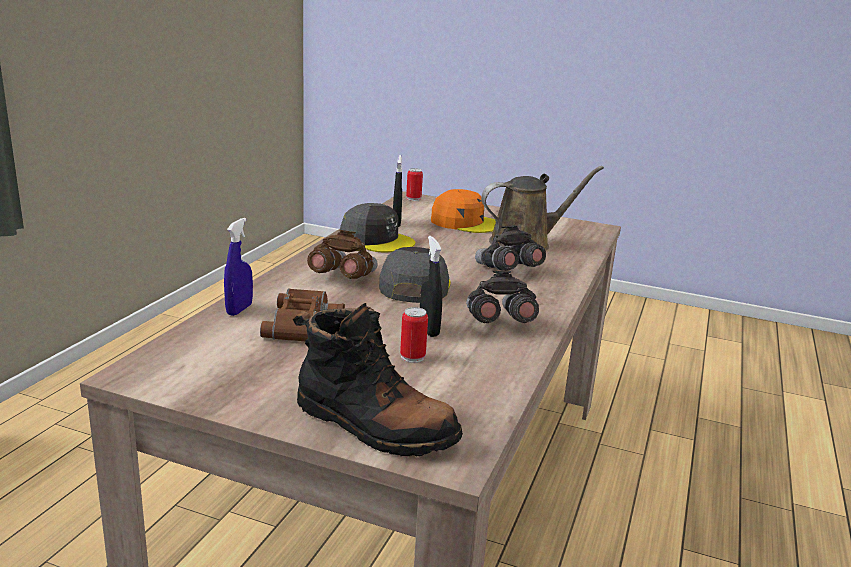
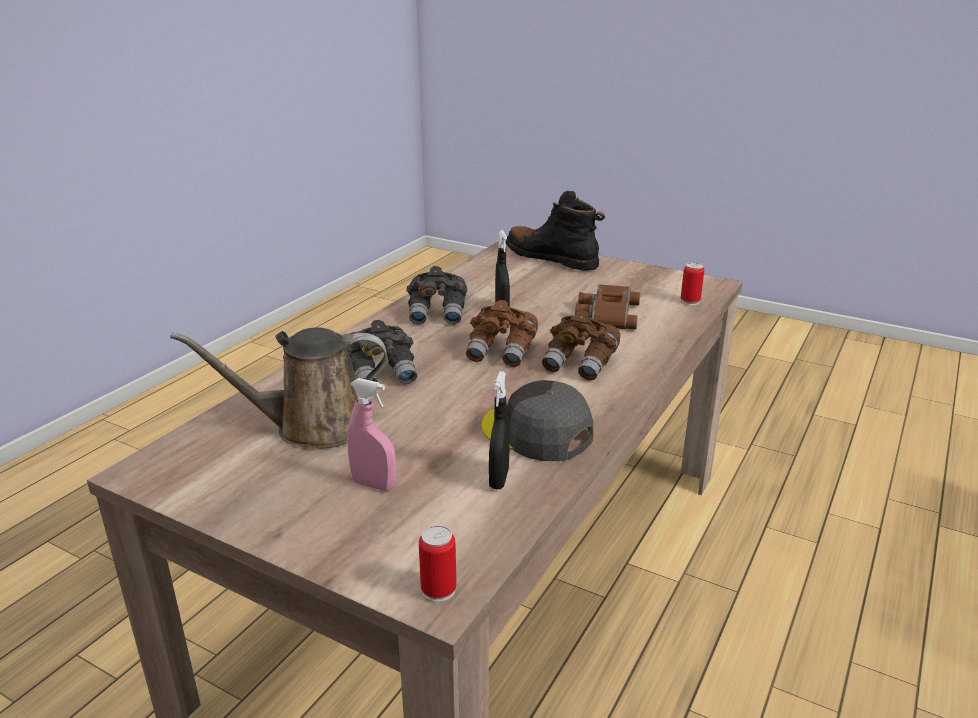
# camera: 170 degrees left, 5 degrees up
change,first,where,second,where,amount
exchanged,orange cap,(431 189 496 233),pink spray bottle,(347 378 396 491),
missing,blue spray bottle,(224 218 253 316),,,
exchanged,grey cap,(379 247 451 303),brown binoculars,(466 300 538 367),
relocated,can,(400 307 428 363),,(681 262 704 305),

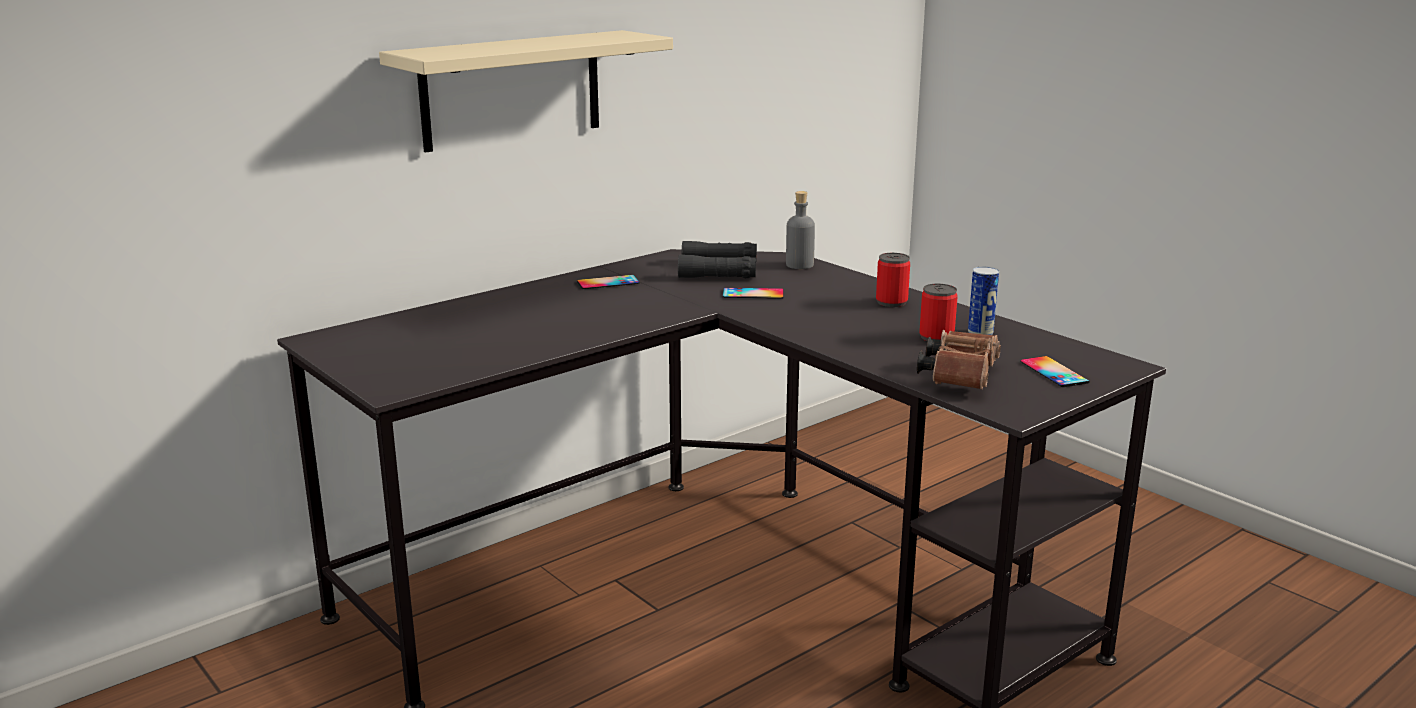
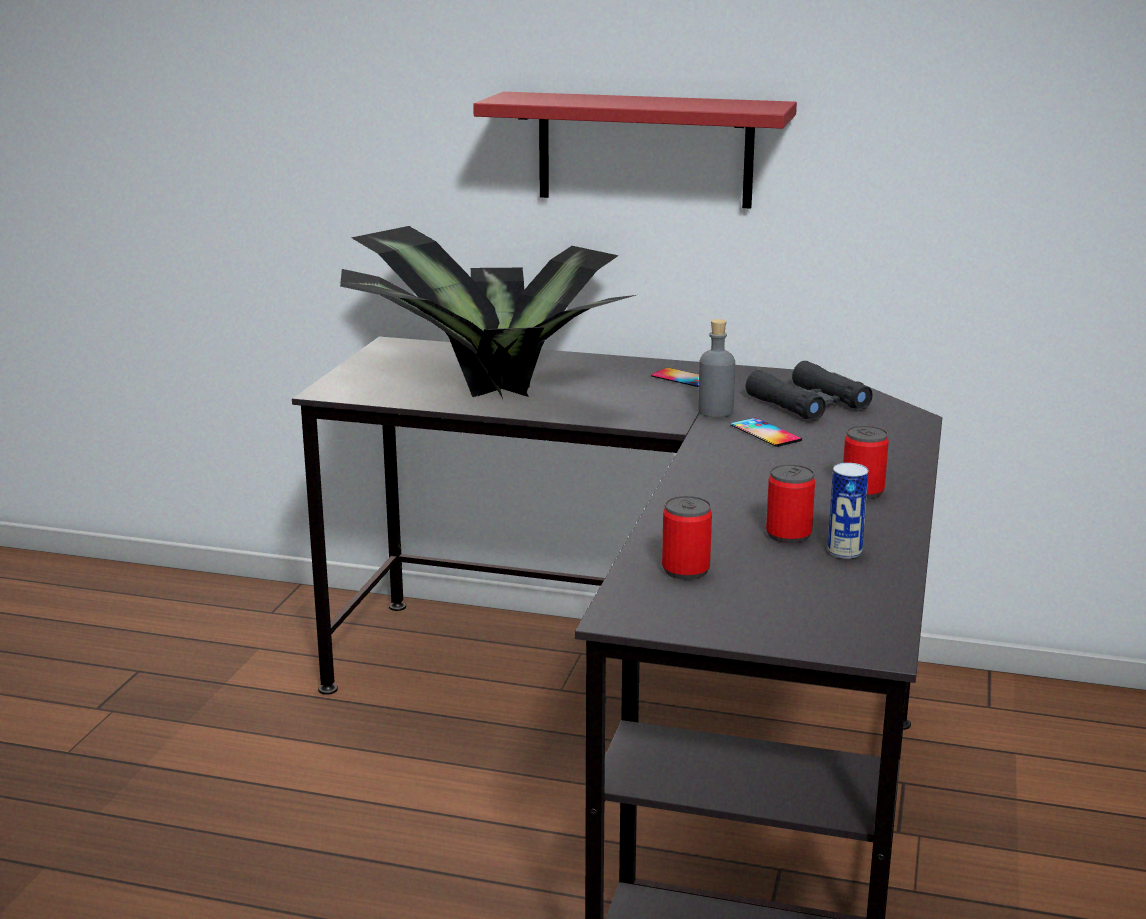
# camera: 55 degrees right, 0 degrees up
change,first,where,second,where,amount
colour,beige shelf,(379 30 673 153),red shelf,(473 92 797 209),
relocated,grey bottle,(786 191 815 269),,(698 319 735 418),
exchanged,brown binoculars,(917 330 1001 389),can,(662 496 712 580),
missing,phone,(1021 356 1090 387),,,
appeared,,,potted plant,(340 226 636 399),

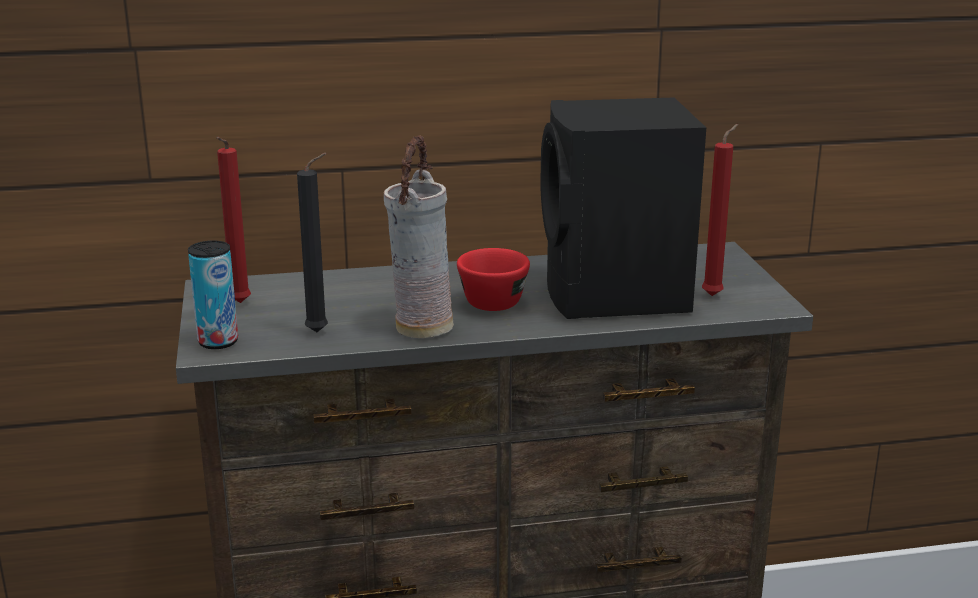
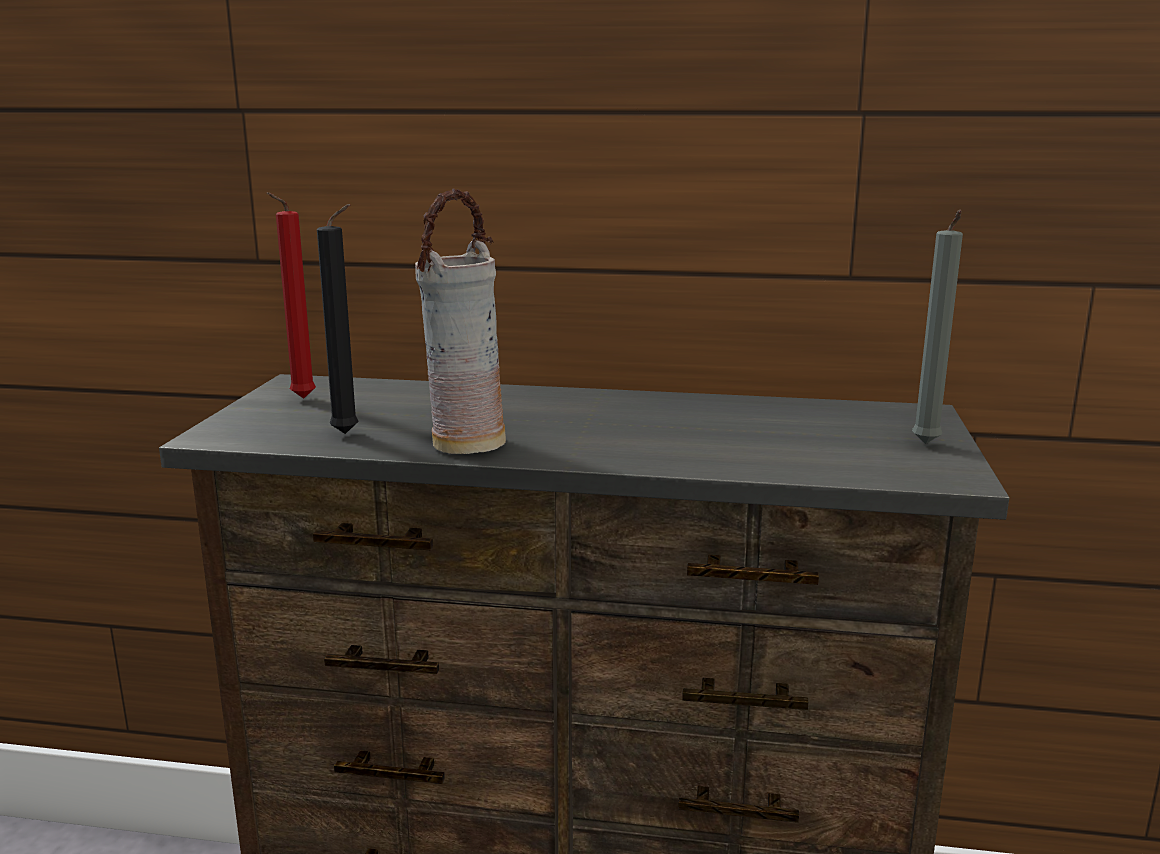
# camera: 20 degrees right, 5 degrees down
change,first,where,second,where,amount
missing,black speaker,(540 97 706 319),,,
missing,red candle,(702 124 738 296),,,
missing,can,(188 241 238 349),,,
missing,red cup,(457 248 530 311),,,
appeared,,,grey candle,(912 210 963 444),

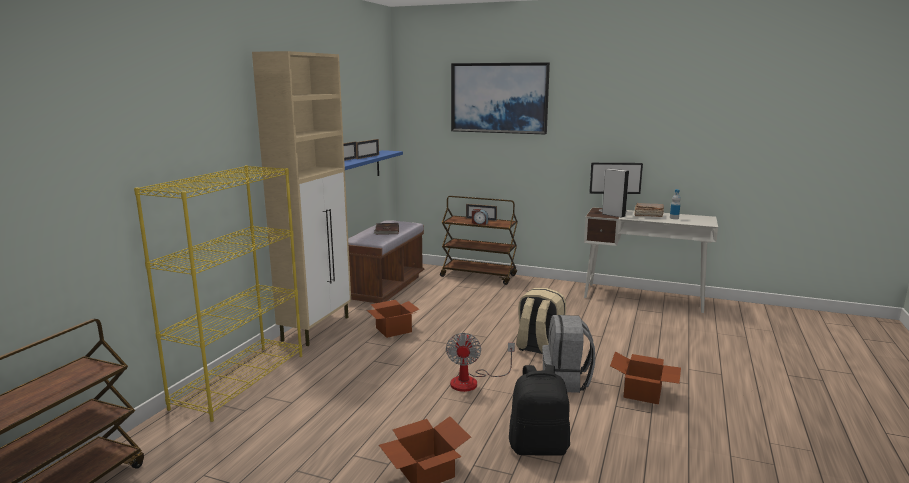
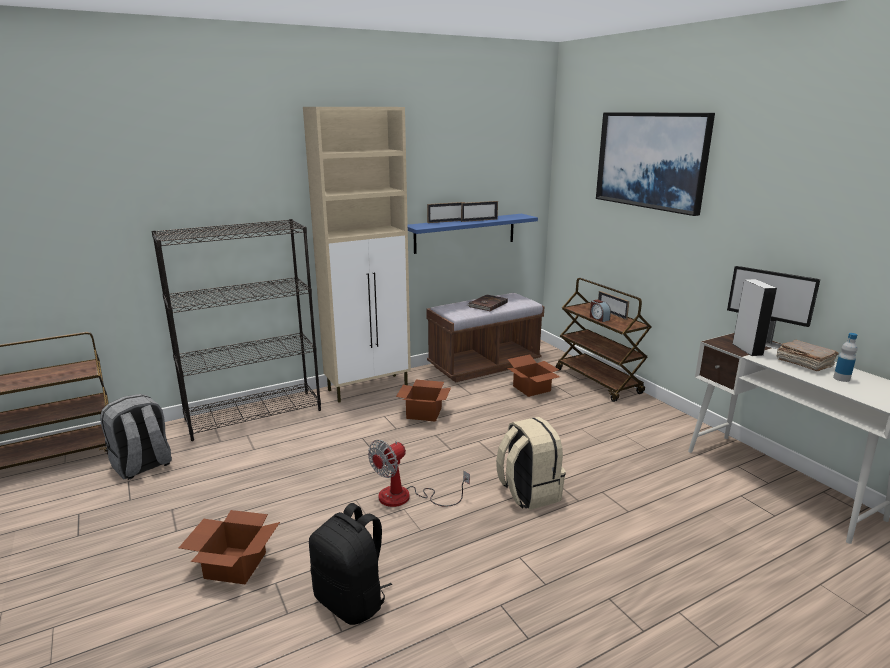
# camera: 40 degrees right, 5 degrees up
change,first,where,second,where,amount
colour,yellow bookcase,(134 165 302 422),black bookcase,(152 219 321 441),
relocated,grey backpack,(542 315 595 393),,(100 394 172 480),
relocated,cardboard box,(610 352 681 404),,(507 355 560 397),

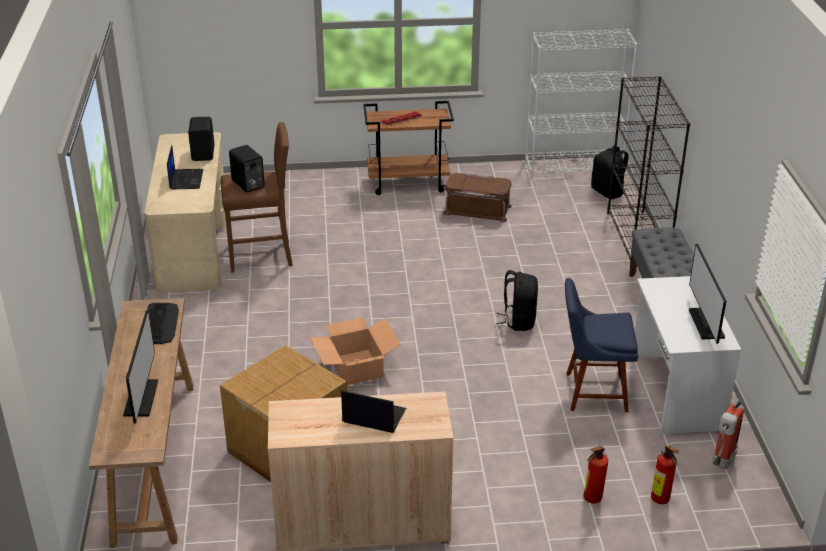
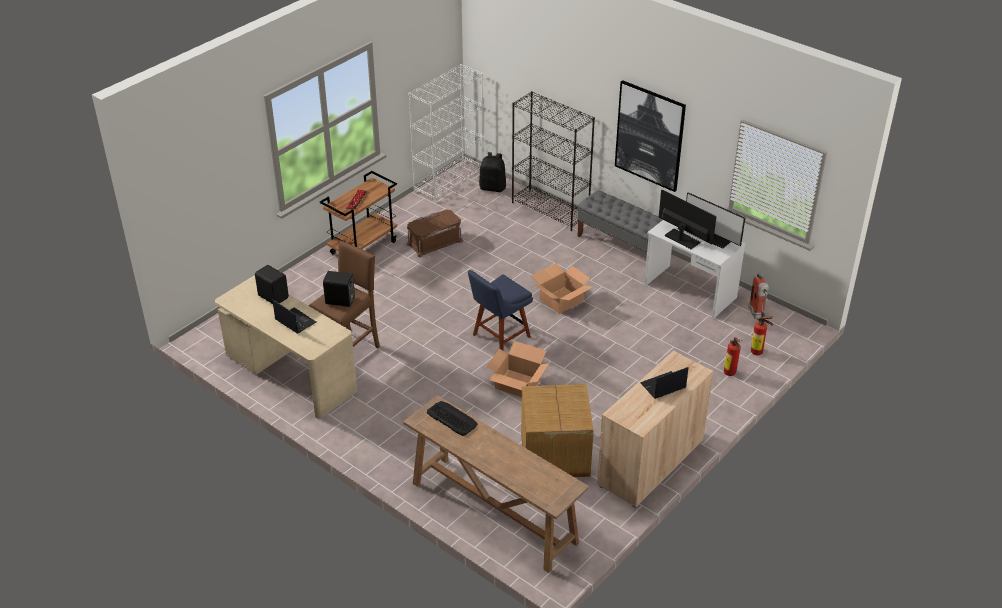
# camera: 45 degrees left, 5 degrees up
change,first,where,second,where,amount
exchanged,black backpack,(496 270 538 331),cardboard box,(532 263 593 314),
relocated,blue chair,(565 278 638 412),,(468 270 533 351),
relocated,monitor,(123 310 158 423),,(659 190 717 249),
appeared,,,picture,(615 80 686 192),

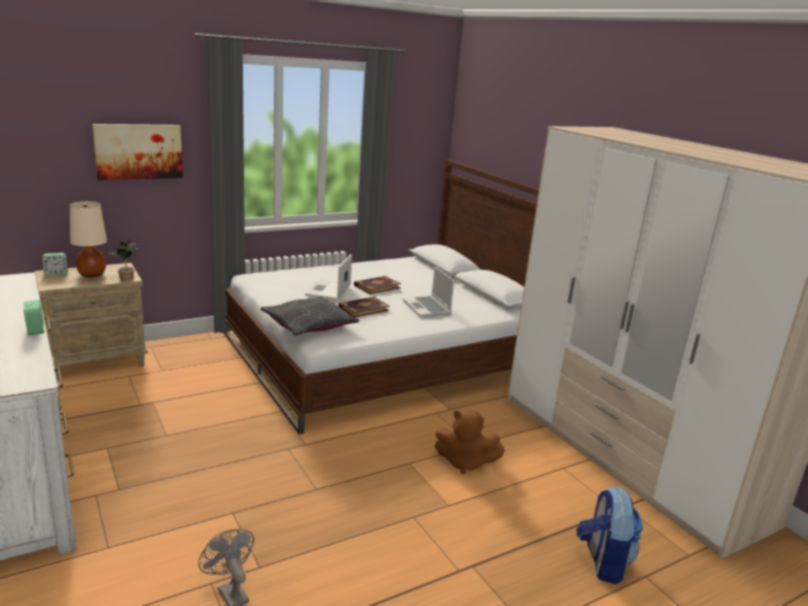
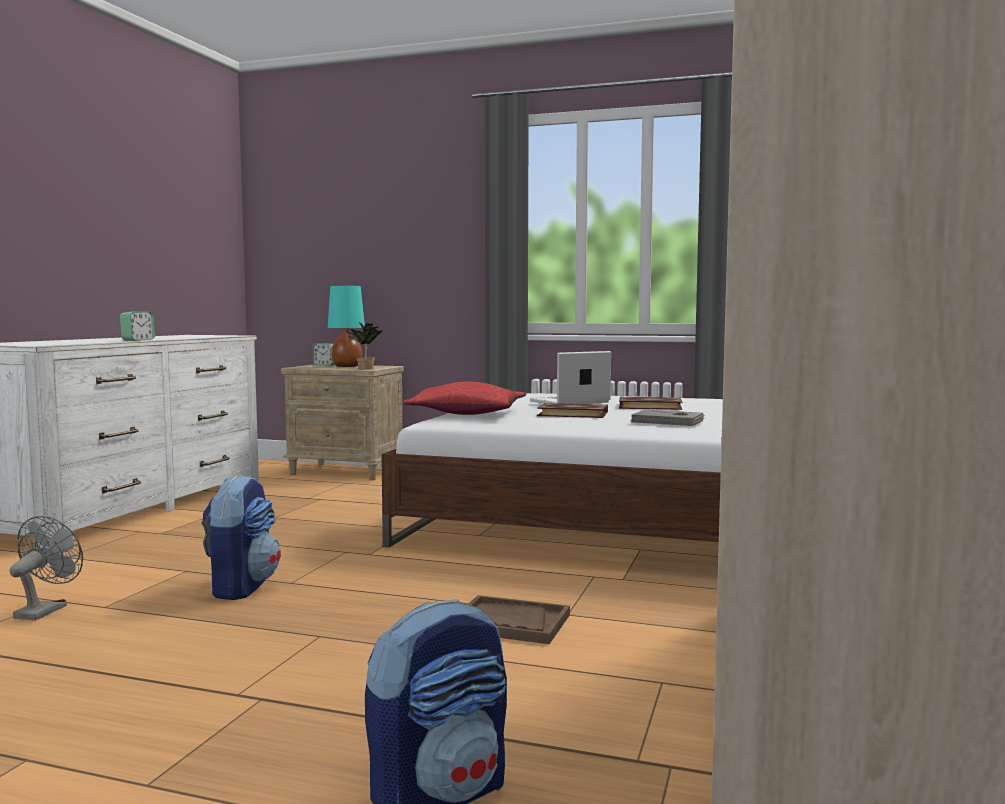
# camera: 50 degrees right, 15 degrees down
change,first,where,second,where,amount
missing,picture,(92 124 183 180),,,
colour,beige table lamp,(70 201 107 278),turquoise table lamp,(328 285 365 367),
exchanged,laptop,(403 266 454 317),grey book,(631 410 704 426),
colour,grey pillow,(261 297 359 336),red pillow,(403 382 526 415),
exchanged,brown plush toy,(435 410 505 474),brown tray,(468 595 570 644),
appeared,,,backpack,(201 474 281 600),

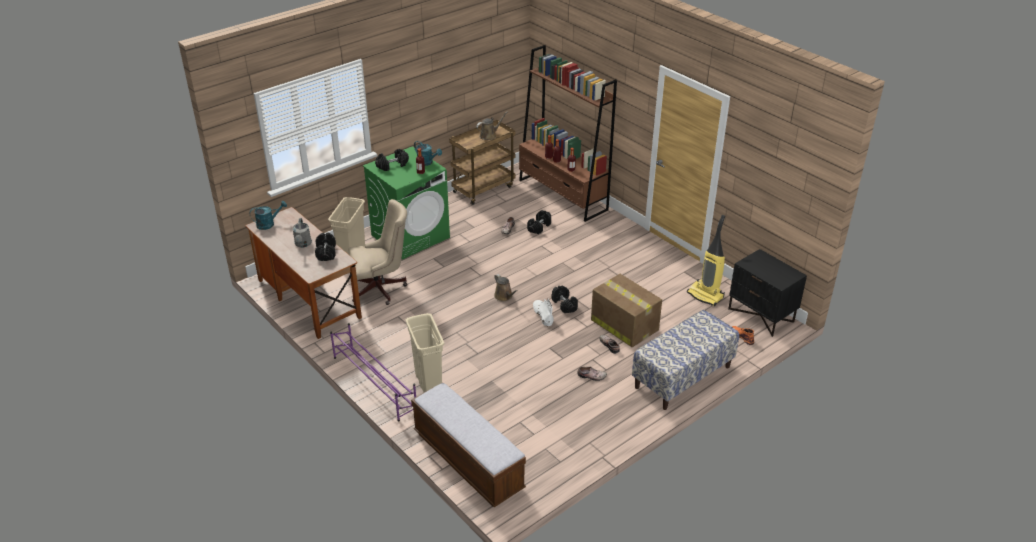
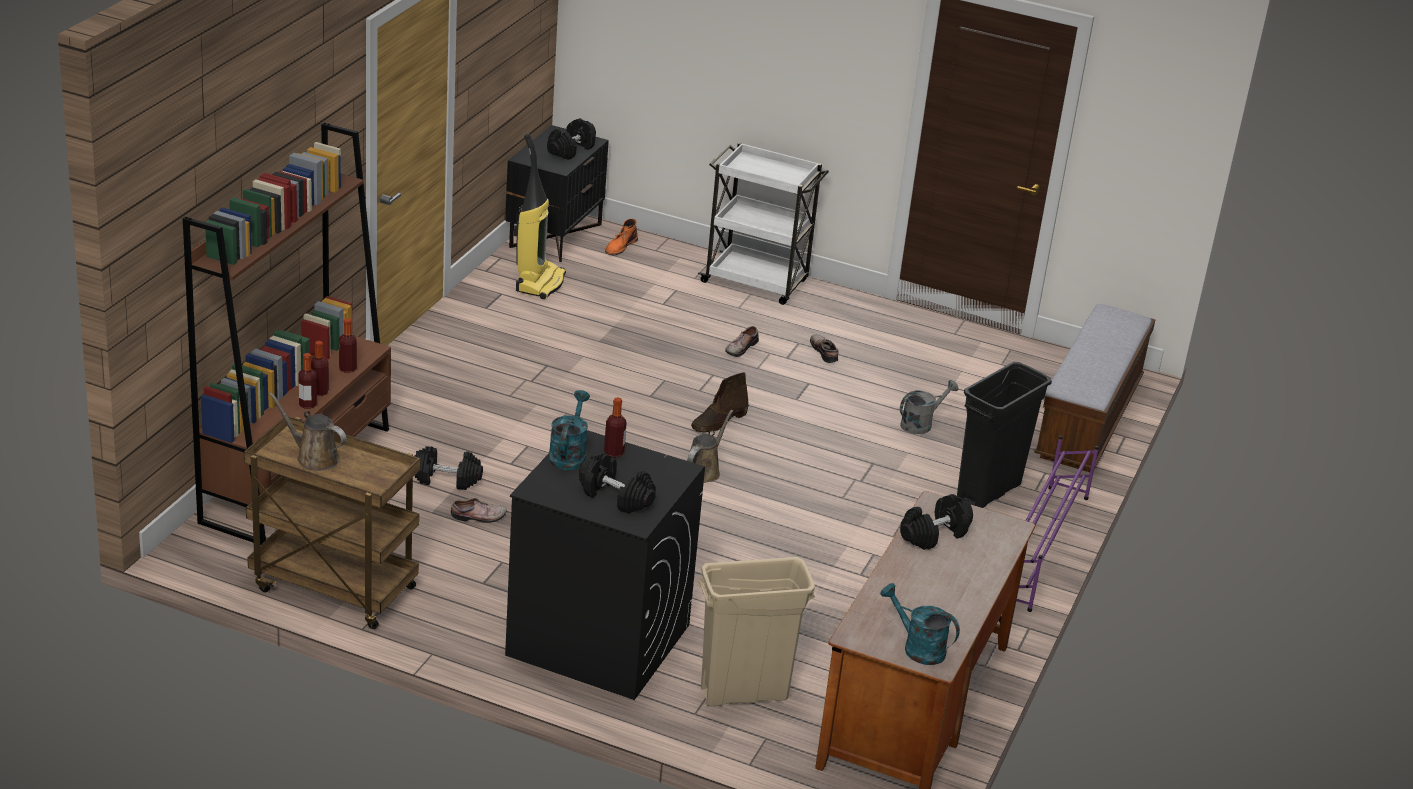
# camera: 120 degrees left, 5 degrees down
change,first,where,second,where,amount
colour,green washing machine,(363 146 450 260),black washing machine,(505 430 705 700),
missing,beige office chair,(348 199 407 305),,,
relocated,grey watering can,(292 218 312 248),,(900 380 959 434),
missing,cardboard box,(591 274 662 347),,,
relocated,black dumbbell,(552 286 578 313),,(547 118 596 160),
colour,white boot,(533 299 554 326),brown boot,(691 372 749 433),
exchanged,bench,(632 310 739 410),white cart,(698 142 829 305),
colour,beige trash can,(405 313 444 393),black trash can,(957 362 1052 508),

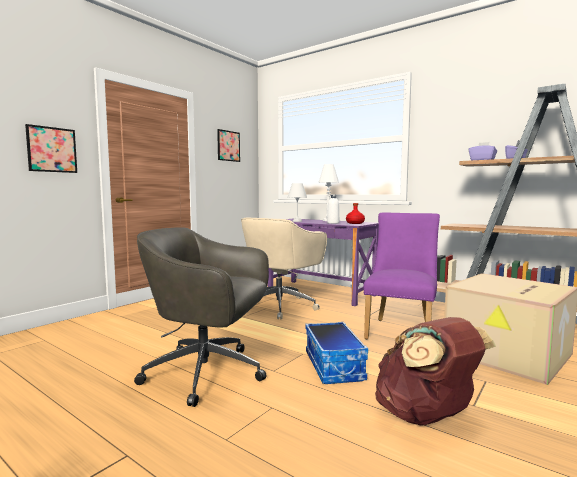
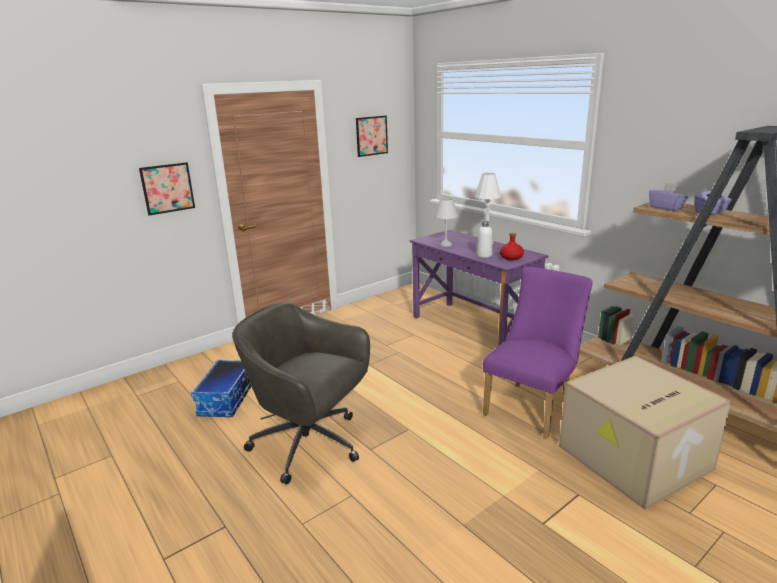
# camera: 15 degrees right, 15 degrees up
change,first,where,second,where,amount
missing,beige office chair,(241 218 327 320),,,
missing,brown backpack,(375 317 496 426),,,
relocated,storage box,(305 322 368 384),,(191 360 251 417),

